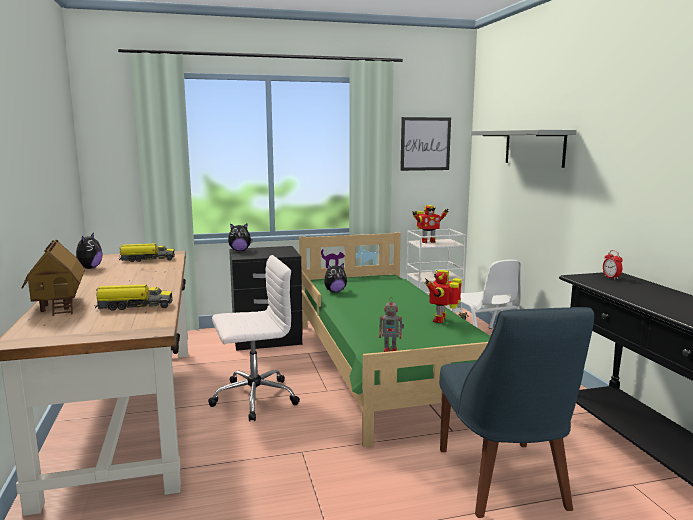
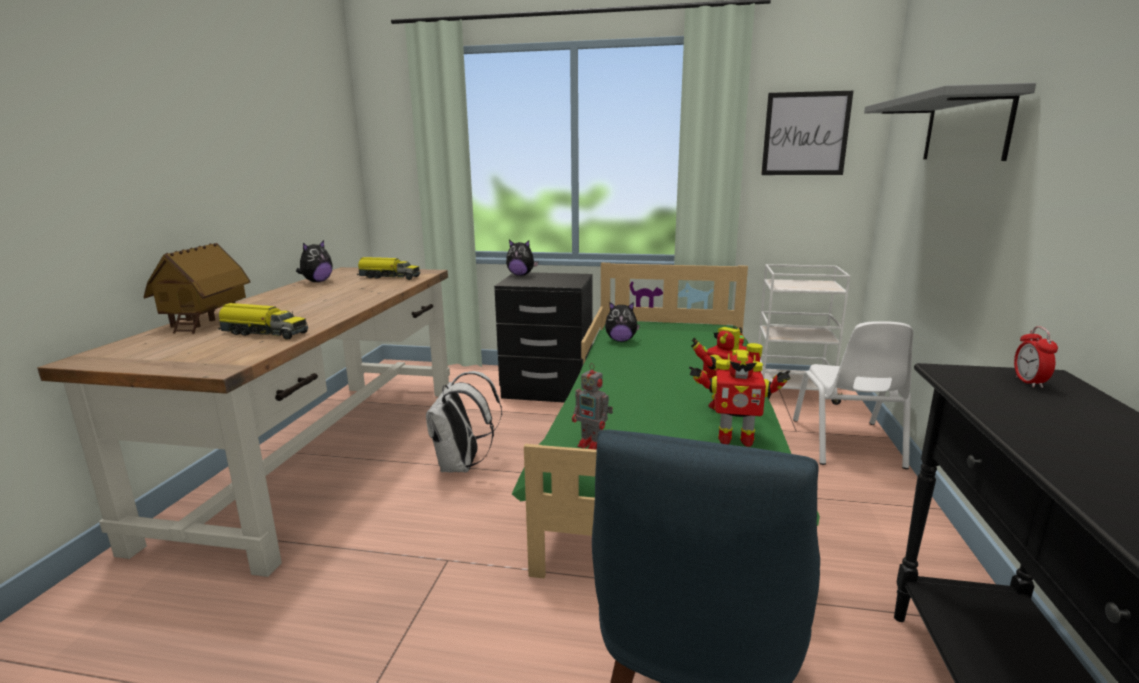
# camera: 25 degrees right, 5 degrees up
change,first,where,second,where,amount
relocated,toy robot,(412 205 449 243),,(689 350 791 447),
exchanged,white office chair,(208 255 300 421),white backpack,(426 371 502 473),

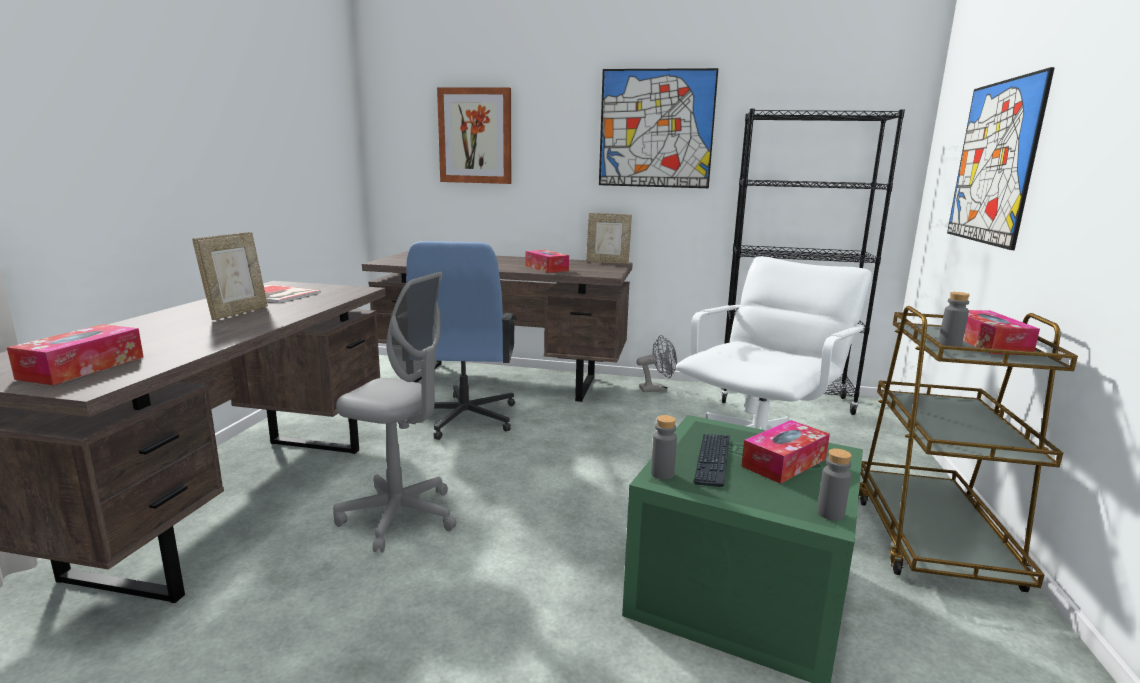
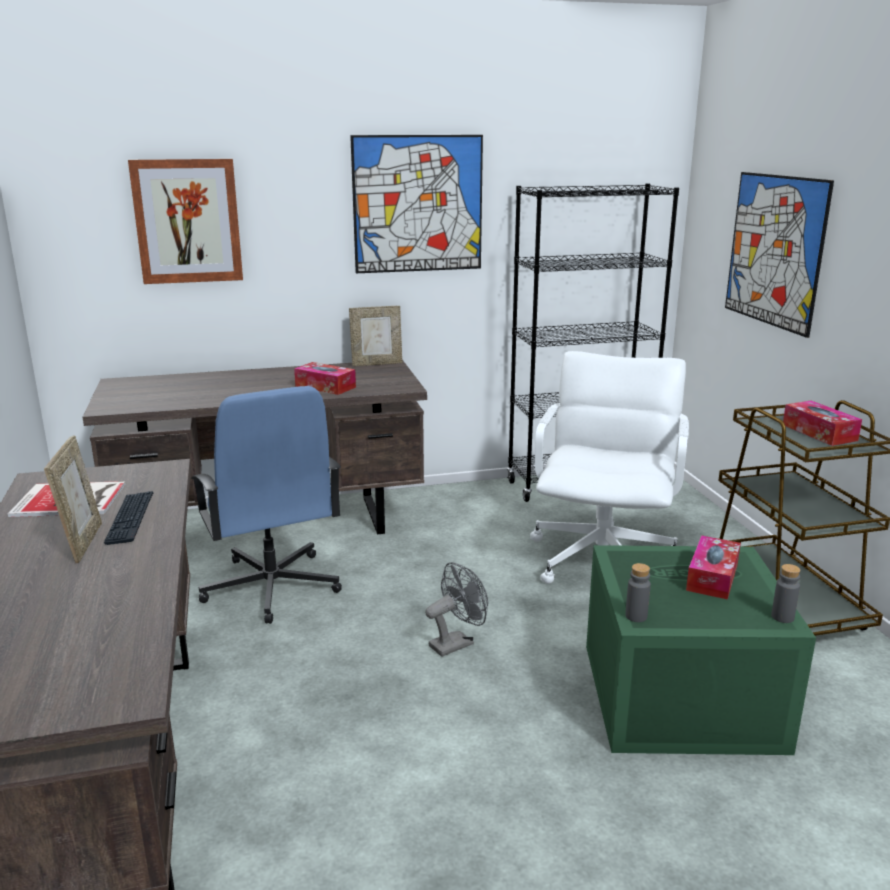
# camera: 25 degrees left, 5 degrees up
change,first,where,second,where,amount
missing,grey office chair,(333 272 457 552),,,
missing,grey bottle,(938 292 970 347),,,
missing,tissue box,(7 324 144 385),,,
relocated,grey fan,(636 335 677 392),,(425 562 488 657),
relocated,keyboard,(694 434 730 487),,(104 491 153 545),

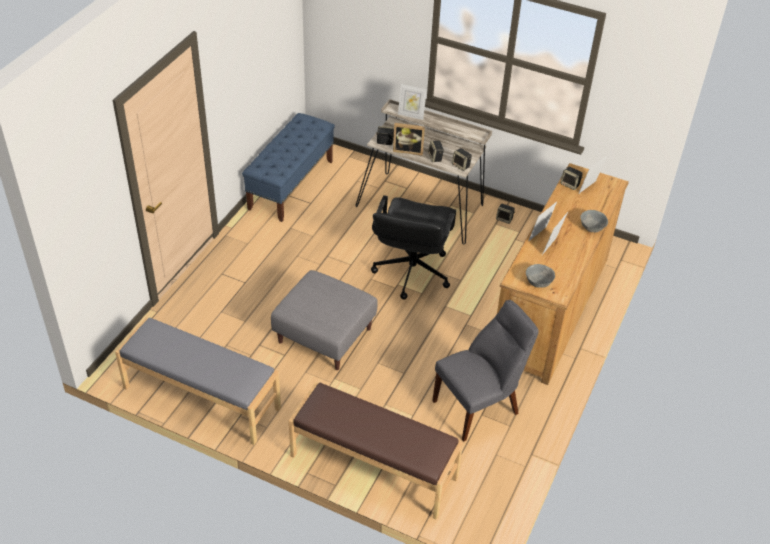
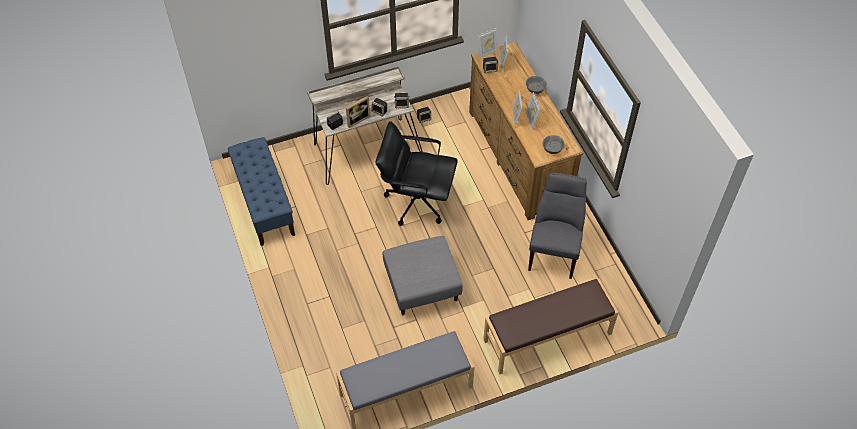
# camera: 45 degrees left, 10 degrees up
change,first,where,second,where,amount
relocated,picture frame,(398 84 427 120),,(477 28 498 58),
spun,black office chair,(371 195 456 299),,(375 121 458 226),135 degrees clockwise

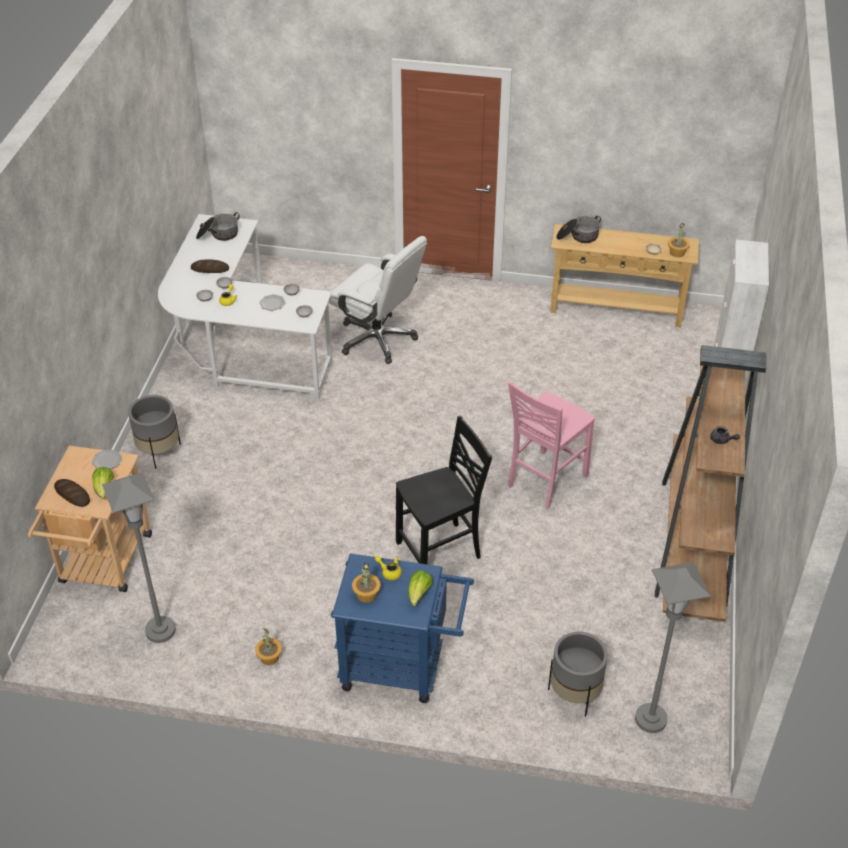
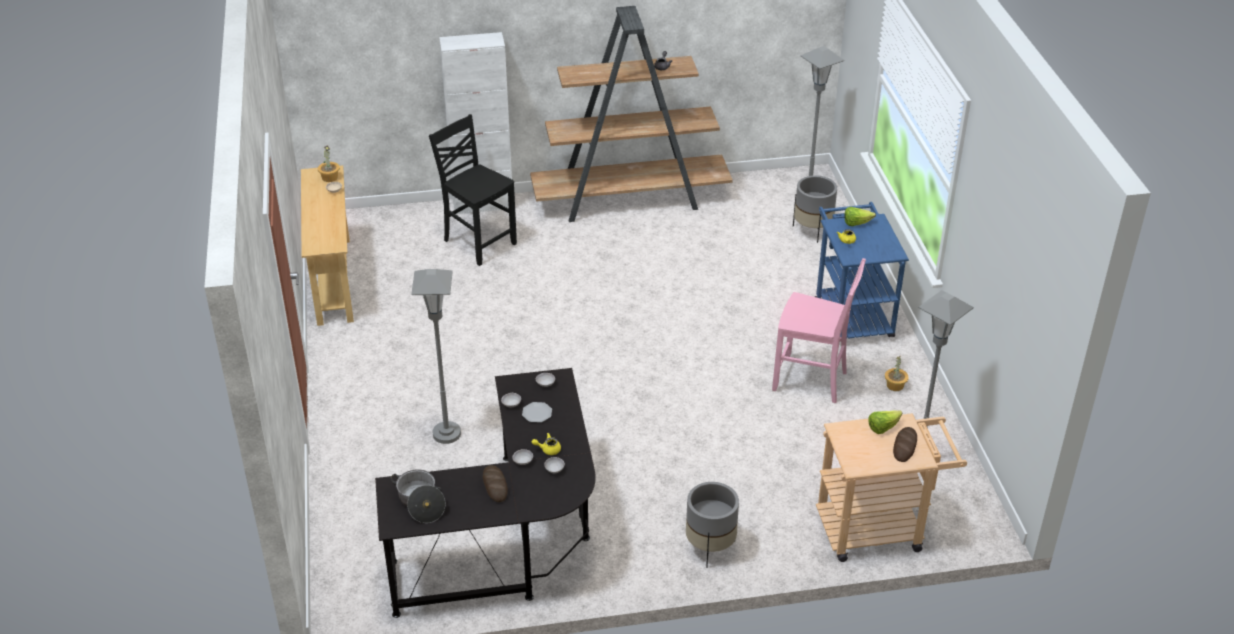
# camera: 110 degrees left, 5 degrees down
change,first,where,second,where,amount
colour,white desk,(158 214 334 402),black desk,(375 368 596 618),
missing,cooking pot,(556 216 601 243),,,
exchanged,white office chair,(328 236 427 364),grey floor lamp,(411 269 461 444),
relocated,pink chair,(508 381 595 509),,(772 258 866 403),
relocated,black chair,(396 415 492 564),,(429 114 517 266),
missing,plate,(92 449 122 470),,,
missing,potted plant,(352 563 381 603),,,

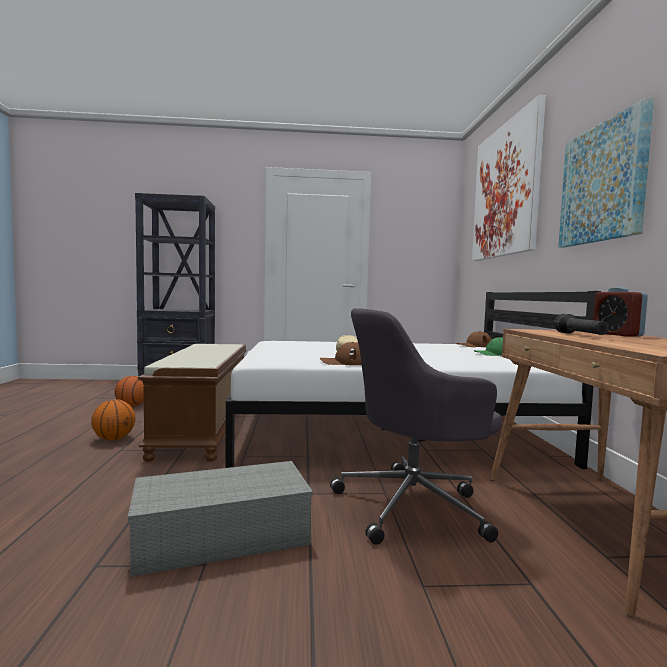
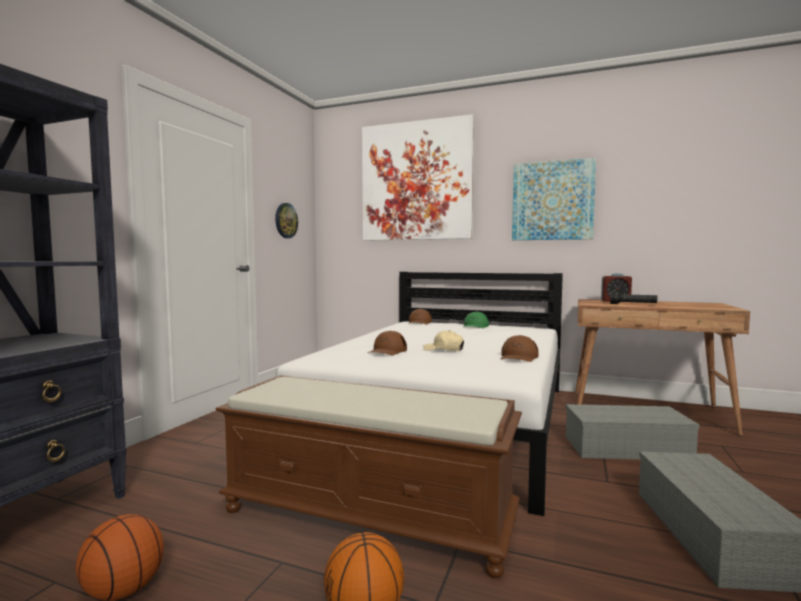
# camera: 65 degrees left, 0 degrees up
change,first,where,second,where,amount
exchanged,grey office chair,(330 308 501 545),grey storage box,(566 404 700 460),
appeared,,,wall clock,(275 203 298 238),
appeared,,,brown cap,(367 331 407 355),

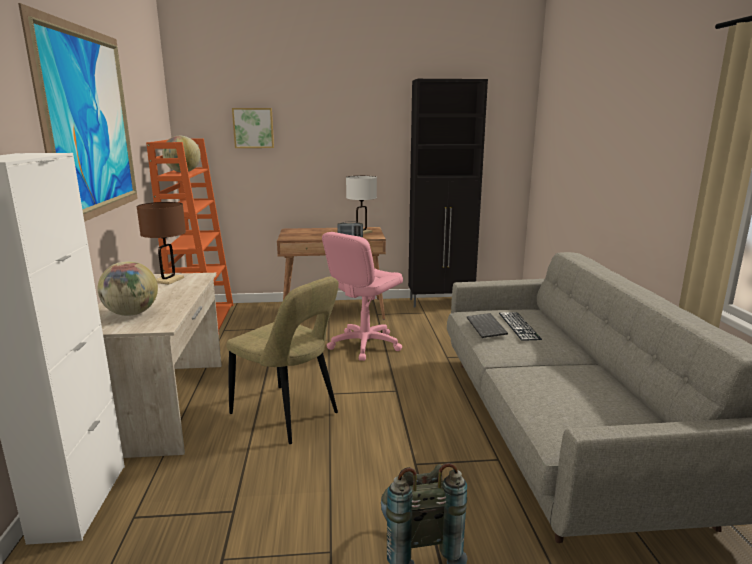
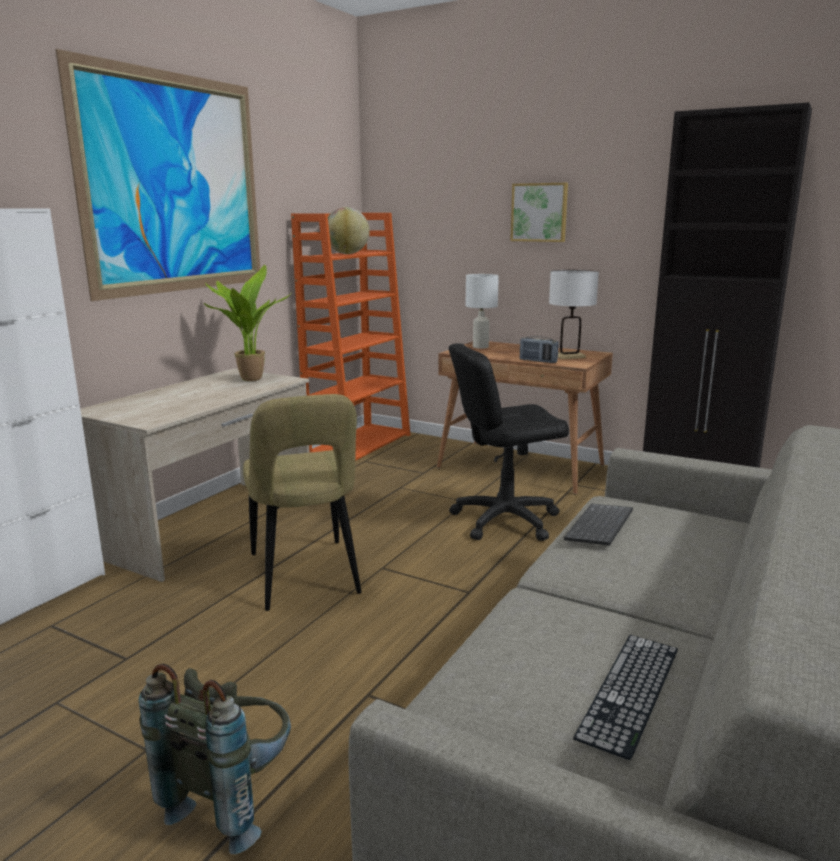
# camera: 35 degrees right, 0 degrees up
change,first,where,second,where,amount
relocated,picture,(232 108 274 148),,(510 183 568 242),
exchanged,brown table lamp,(137 202 186 284),potted plant,(204 265 290 381),
colour,pink office chair,(322 232 403 361),black office chair,(449 343 569 541),
missing,globe,(97 261 158 316),,,
relocated,keyboard,(499 312 542 341),,(573 635 678 760),
appeared,,,white table lamp,(466 274 499 348),

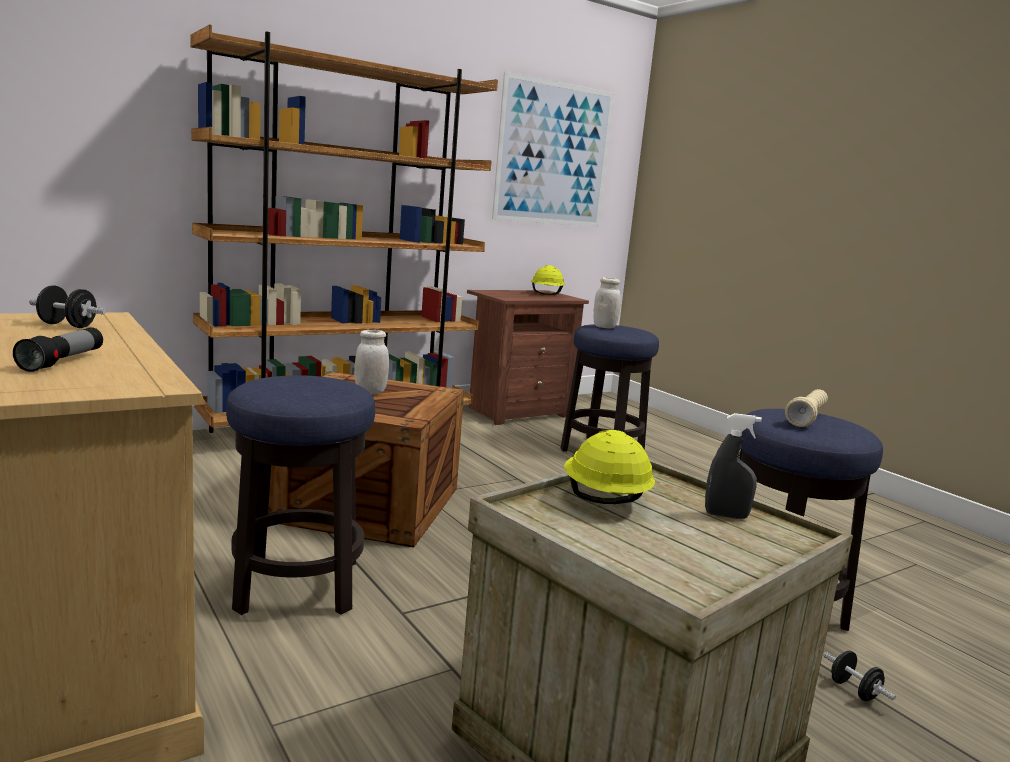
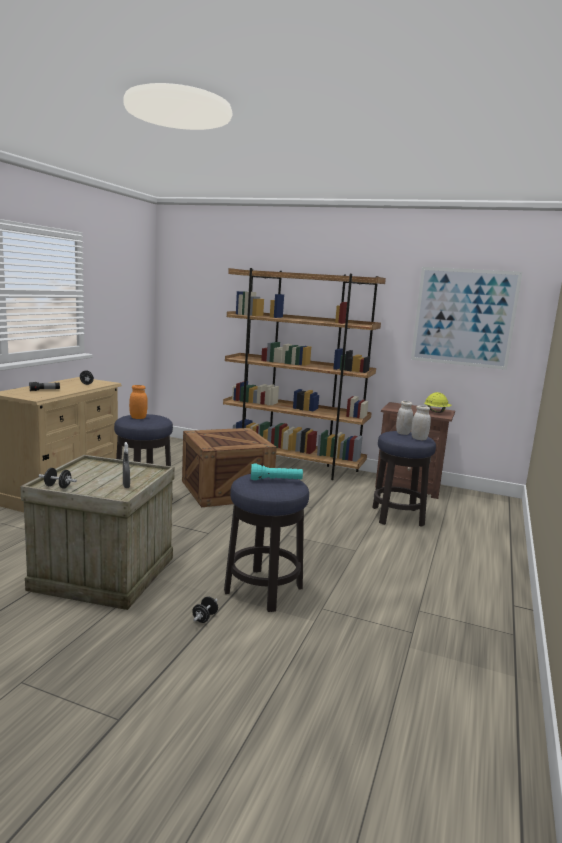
# camera: 55 degrees right, 0 degrees up
change,first,where,second,where,amount
relocated,white jar,(354 330 389 394),,(411 405 431 440),
colour,beige flashlight,(785 389 828 427),turquoise flashlight,(251 464 303 480),
missing,yellow hard hat,(564 430 655 504),,,
appeared,,,orange jar,(129 385 148 419),
appeared,,,black dumbbell,(38 468 77 489),

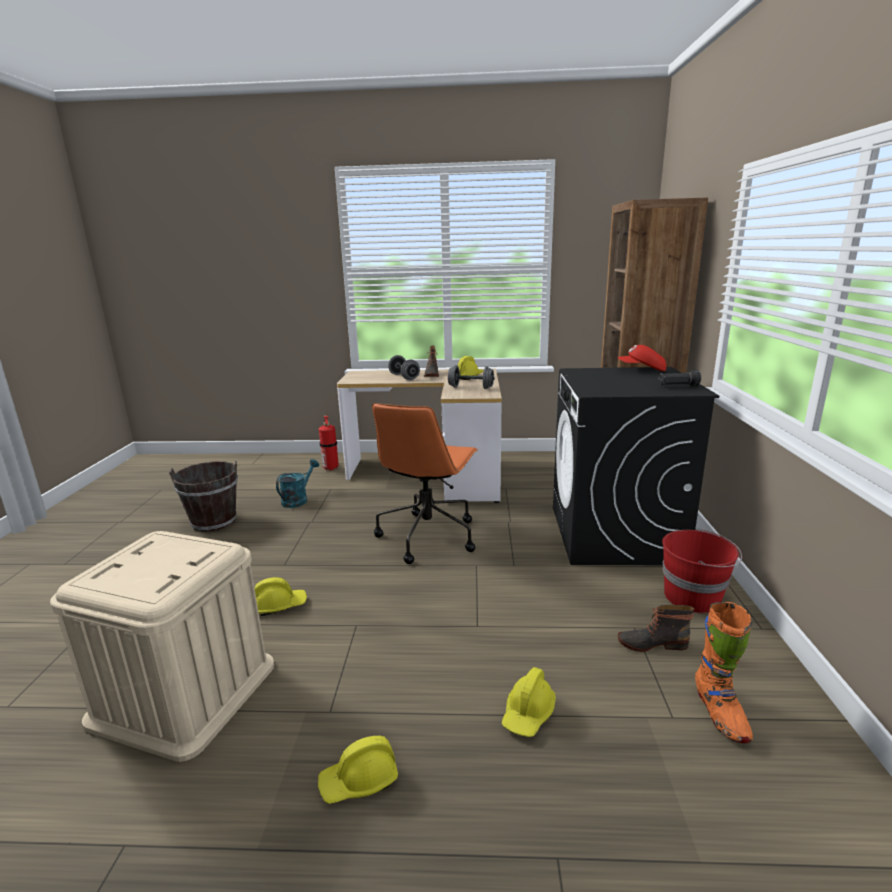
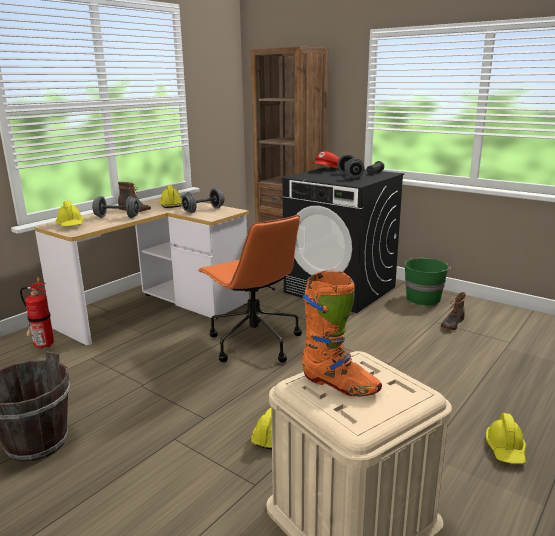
# camera: 55 degrees left, 0 degrees up
change,first,where,second,where,amount
missing,turquoise watering can,(276 459 319 508),,,
colour,red bucket,(662 528 742 613),green bucket,(404 258 451 306),
relocated,orange boot,(695 602 753 744),,(302 271 382 396),
relocated,yellow hard hat,(502 667 556 737),,(56 201 84 226),
appeared,,,grey dumbbell,(337 154 364 179),

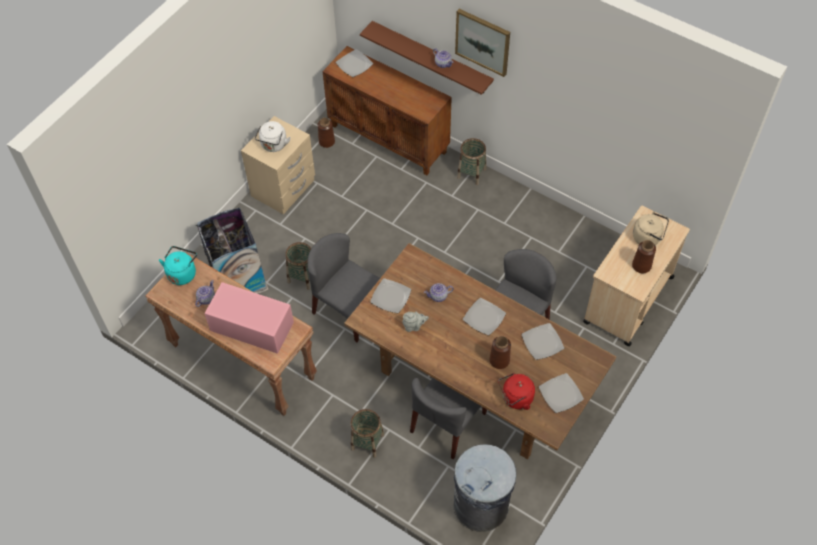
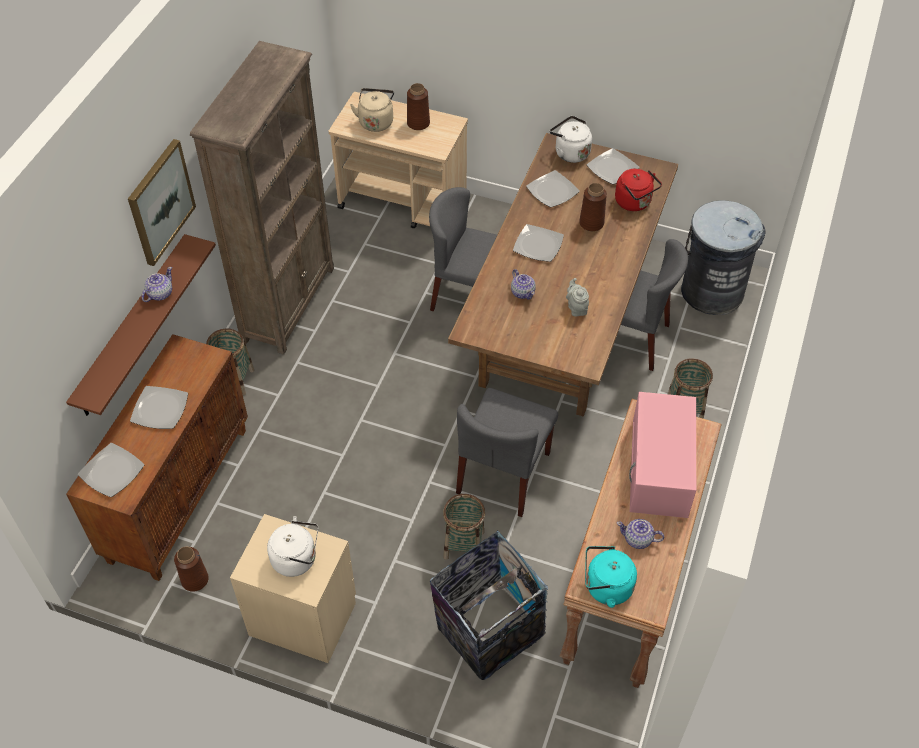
# camera: 105 degrees left, 5 degrees down
change,first,where,second,where,amount
relocated,plate,(370 278 411 313),,(130 386 188 429),
appeared,,,brown bookcase,(190 41 334 354),
appeared,,,white kettle,(550 116 592 163),

